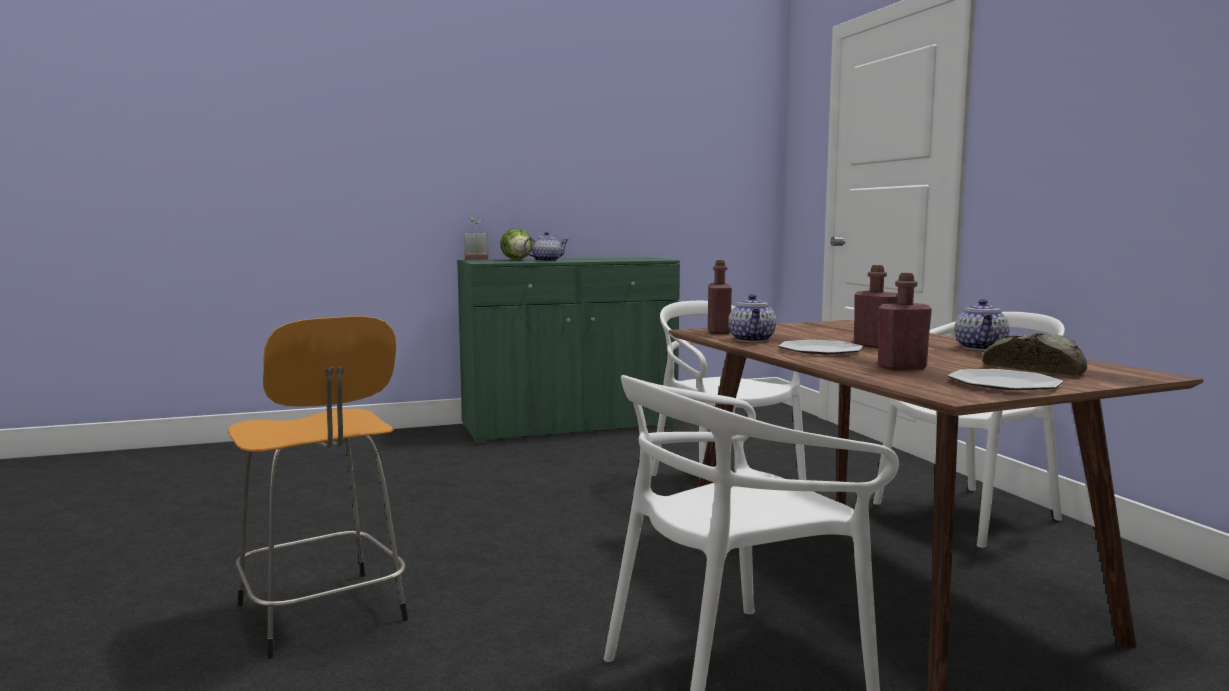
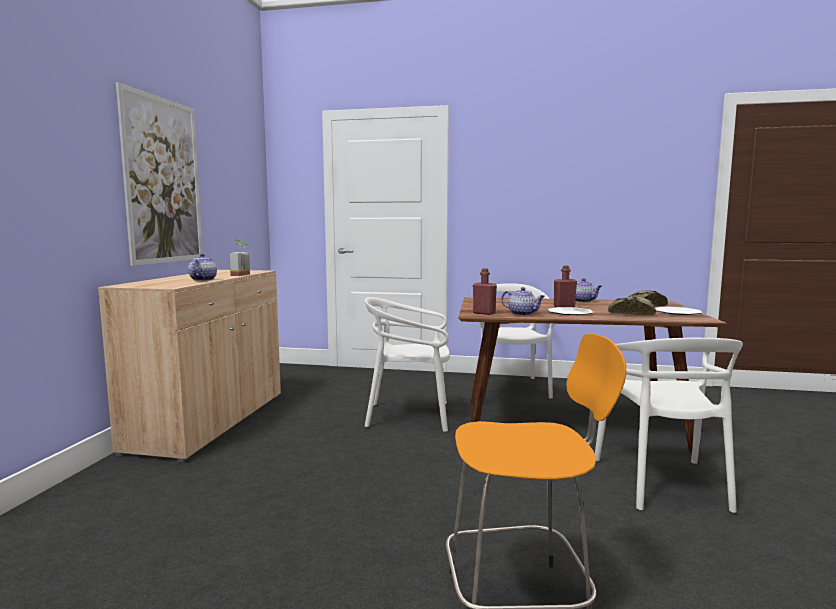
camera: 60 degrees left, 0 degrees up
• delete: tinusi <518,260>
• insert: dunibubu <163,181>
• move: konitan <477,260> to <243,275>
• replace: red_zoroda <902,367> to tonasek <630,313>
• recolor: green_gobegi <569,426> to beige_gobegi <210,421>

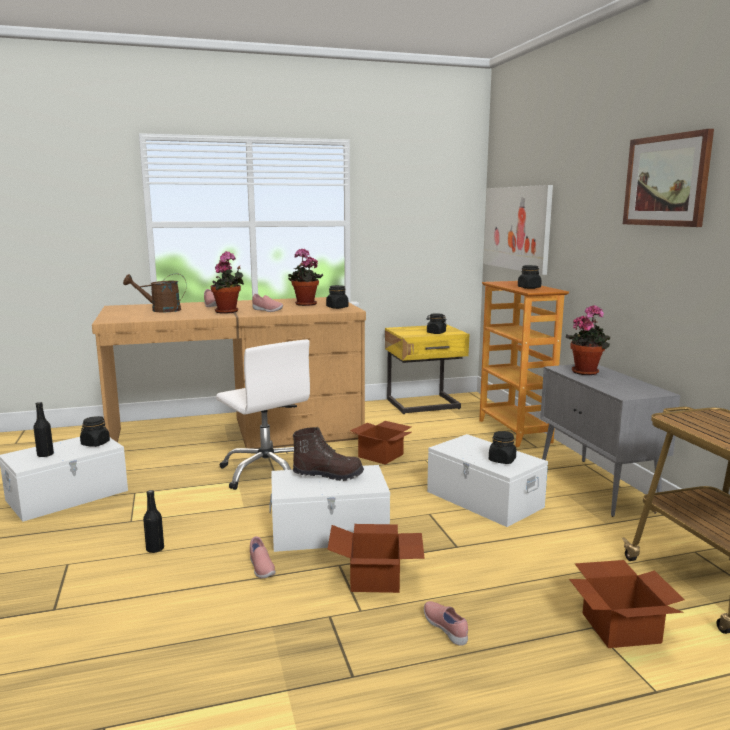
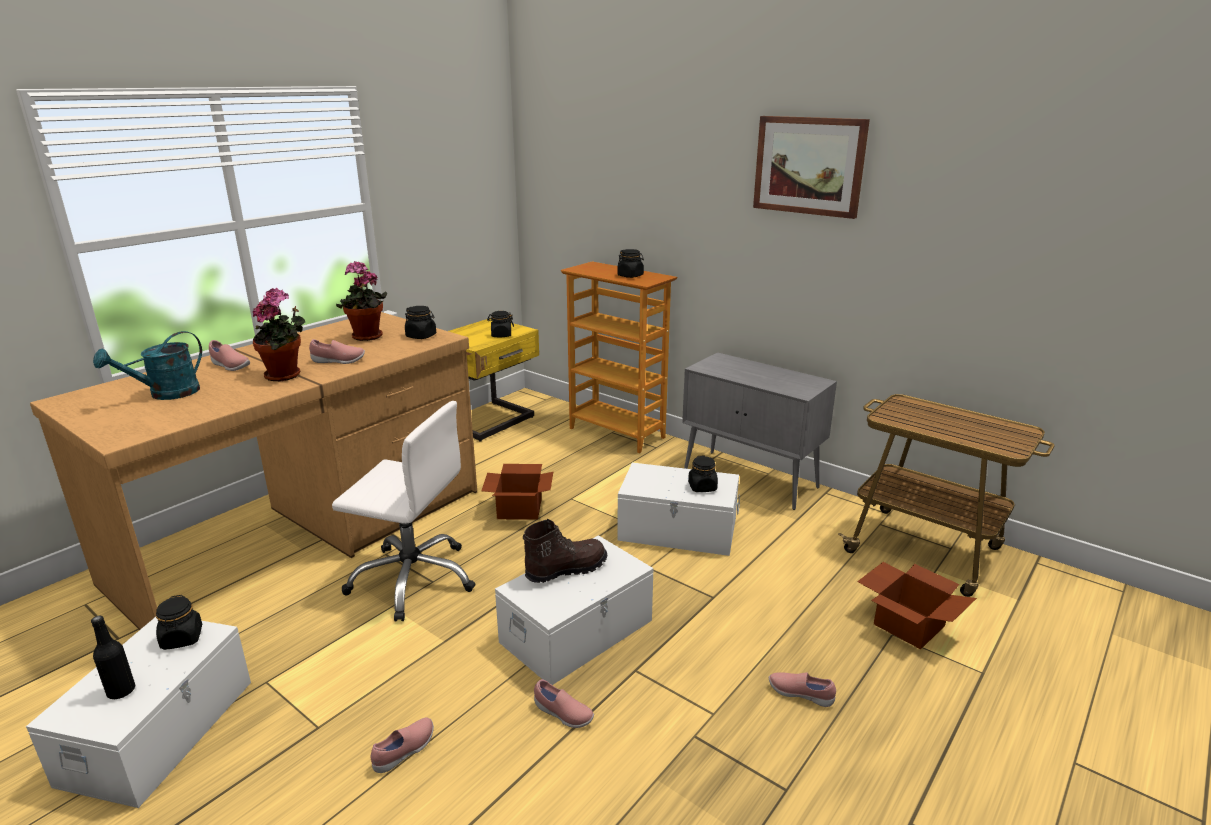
camera: 35 degrees left, 10 degrees up
• delete: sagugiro <377,578>
• delete: dunibubu <517,228>
• delete: konitan <586,372>
• replace: black_zoroda <155,549> to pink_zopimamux <405,751>
• recolor: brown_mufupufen <160,310> to turquoise_mufupufen <166,394>

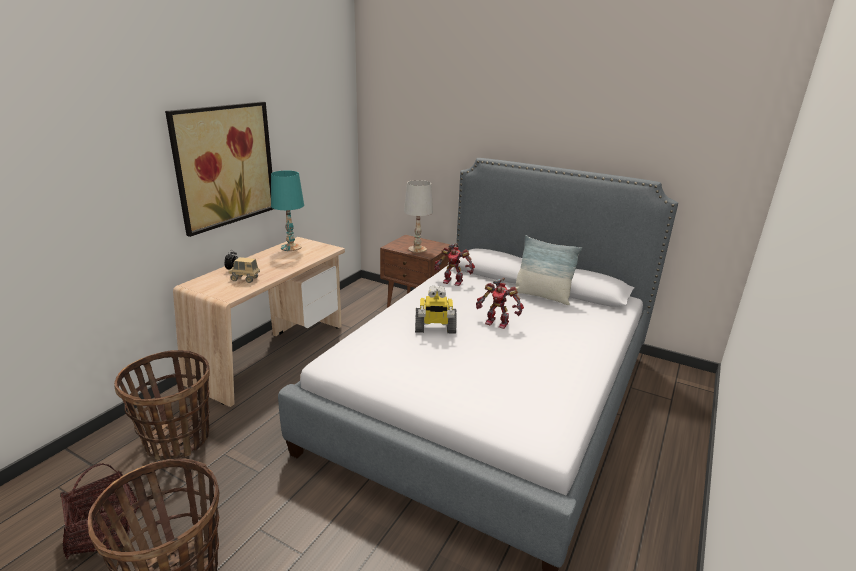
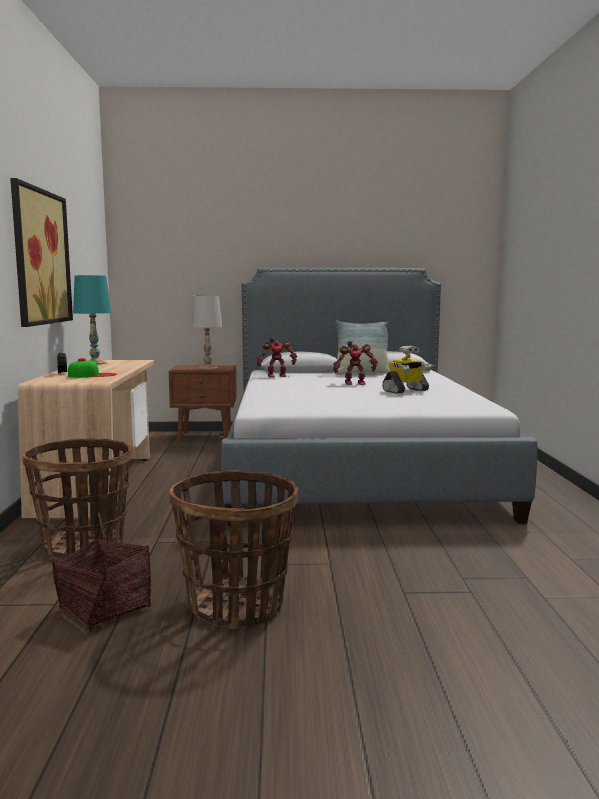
camera: 30 degrees left, 15 degrees down
• move: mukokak <435,328> to <405,391>
• replace: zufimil <245,279> to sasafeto <92,375>

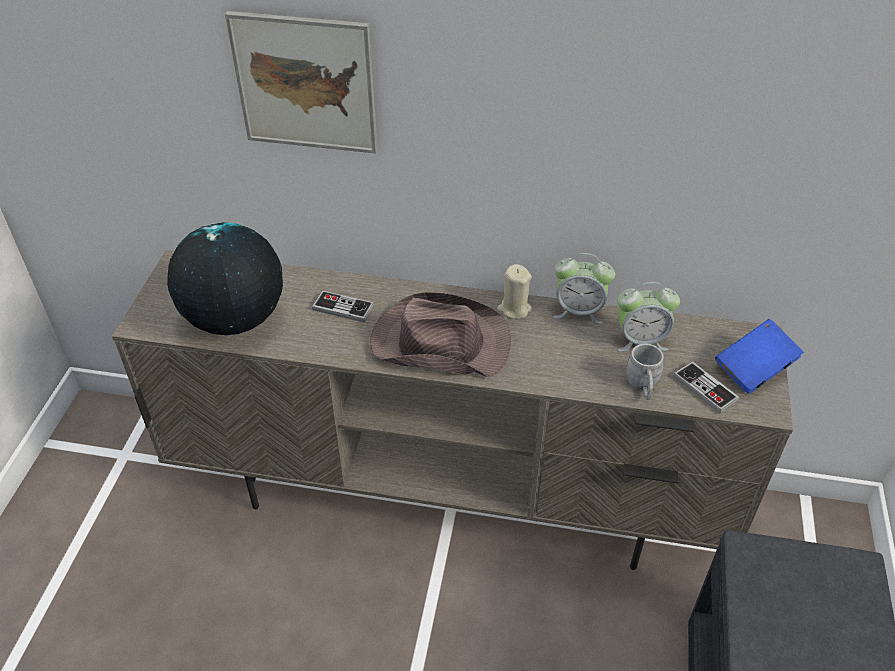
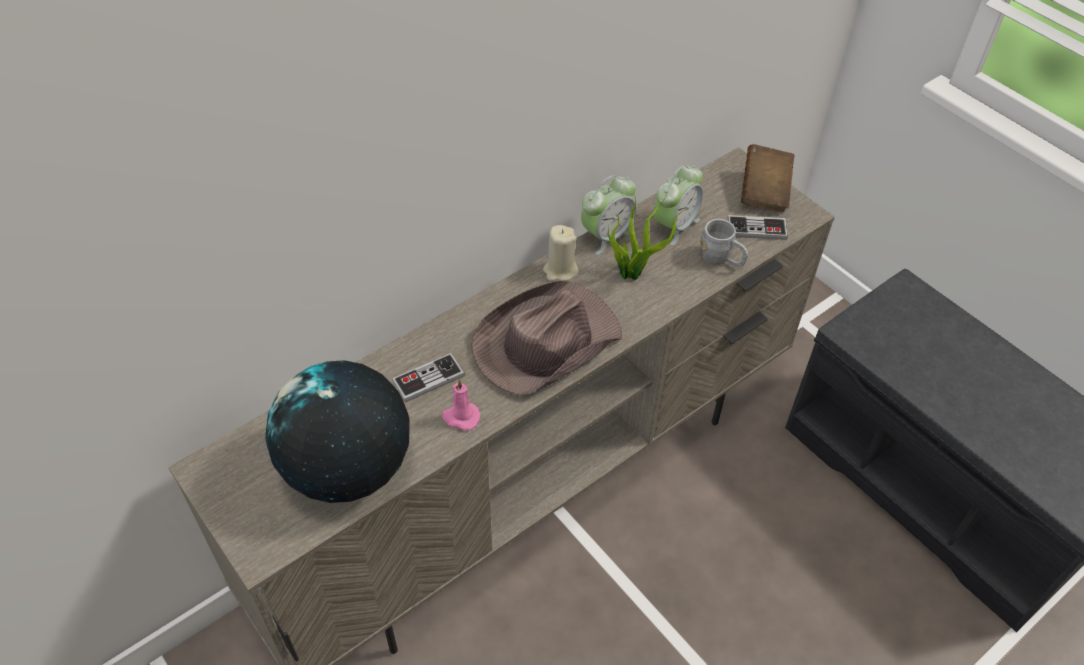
camera: 50 degrees left, 5 degrees up
• delete: dunibubu <305,83>
• insert: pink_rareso <460,417>
• insert: konitan <633,273>
• recolor: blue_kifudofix <754,369> to brown_kifudofix <764,191>

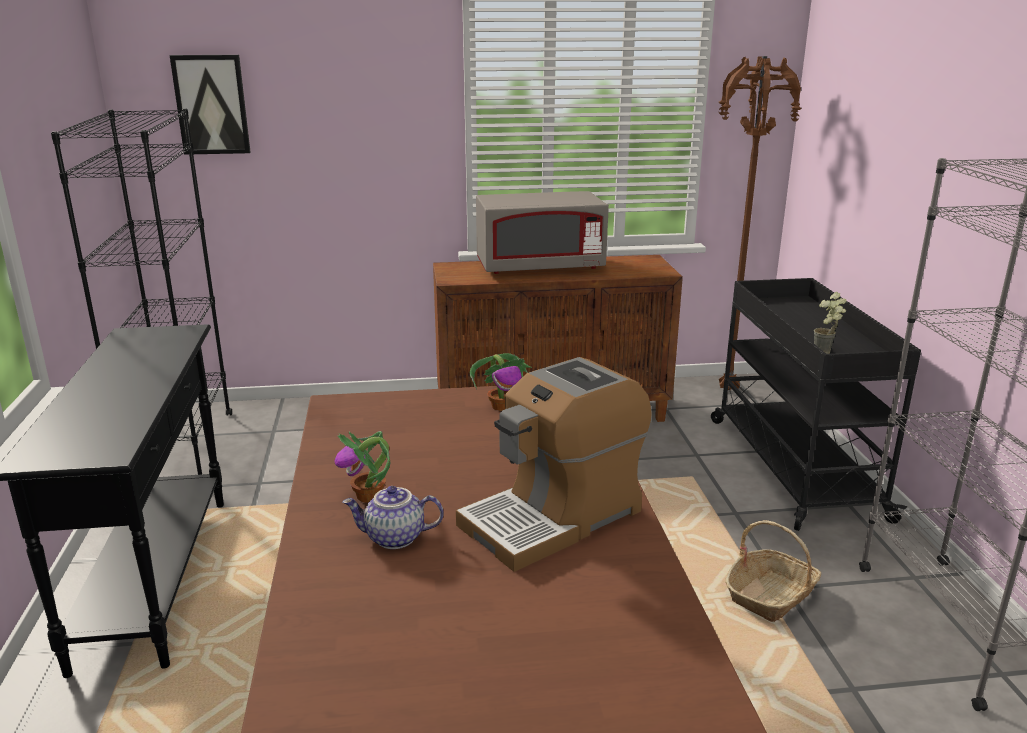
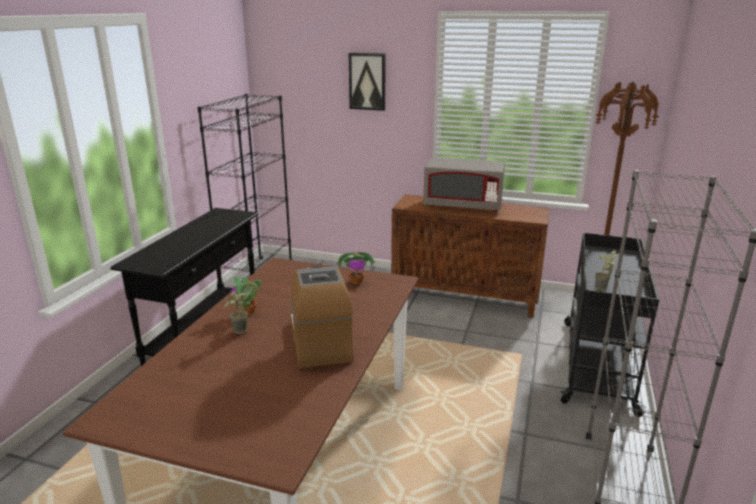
camera: 25 degrees right, 0 degrees up
• delete: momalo <771,595>
• move: dunibubu <211,104> to <367,81>
• replace: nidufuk <394,538> to konitan <239,333>
• rotate: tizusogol <553,517> = <320,342> 90 degrees clockwise

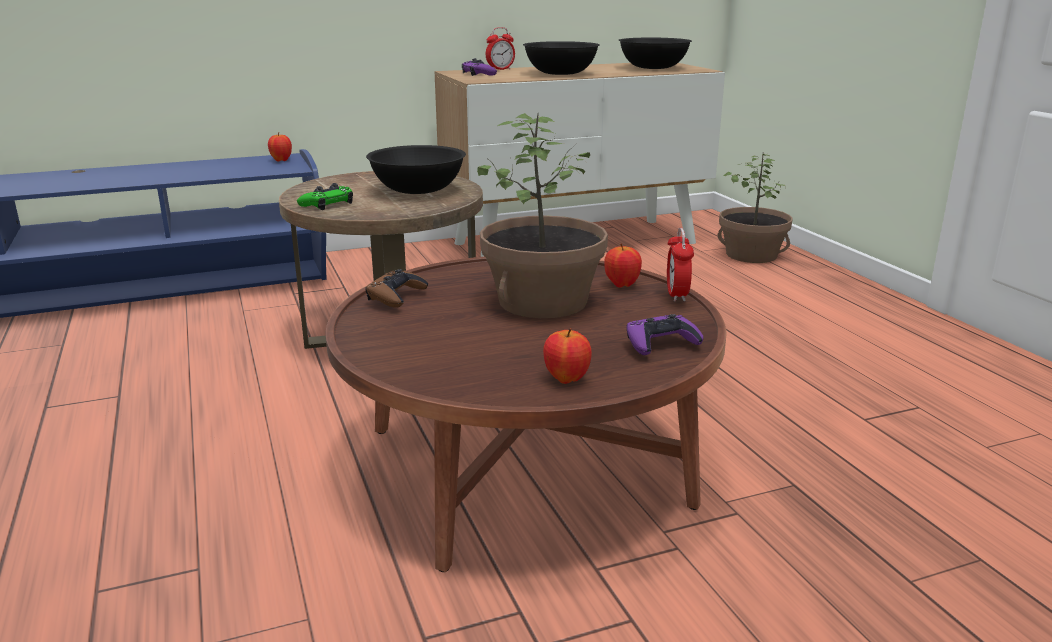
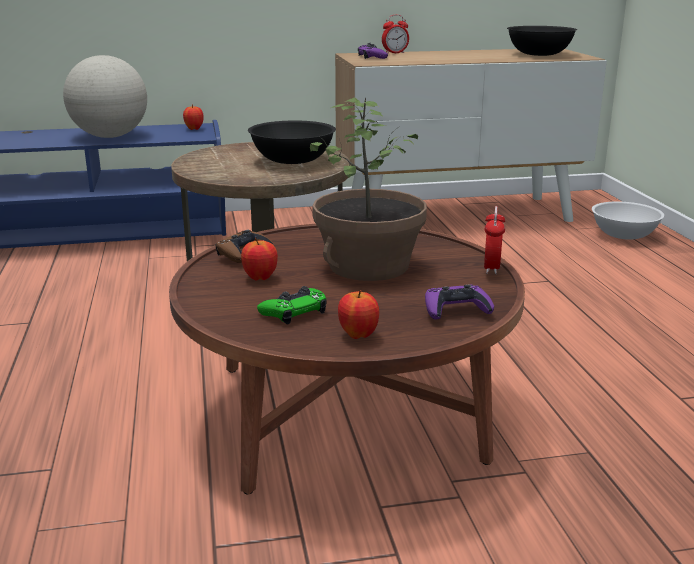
camera: 10 degrees right, 0 degrees up
• delete: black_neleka <561,73>
• insert: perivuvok <110,136>
• move: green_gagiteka <327,204> to <294,311>
• move: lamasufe <622,285> to <260,278>
• replace: konitan <752,255> to white_neleka <624,235>

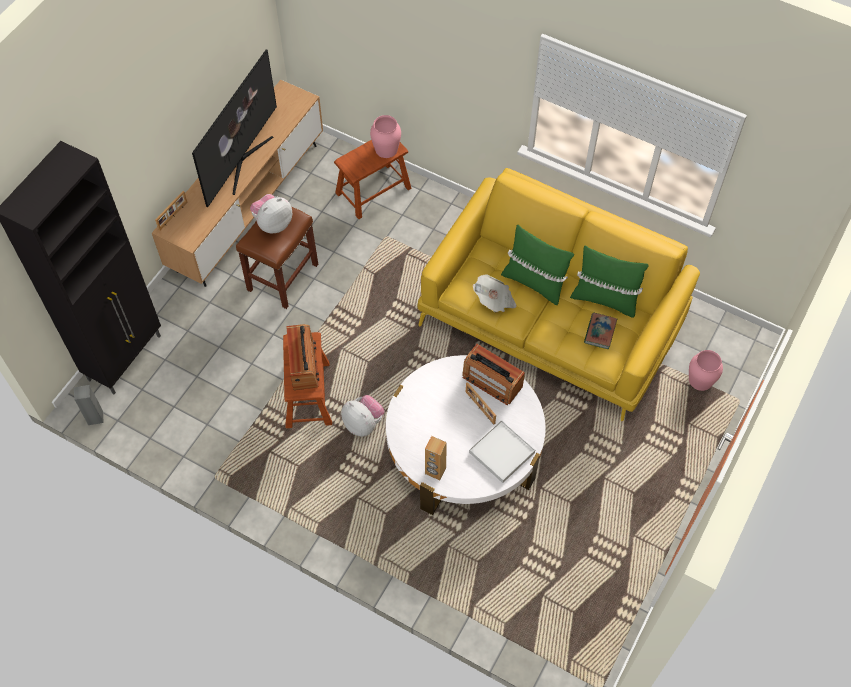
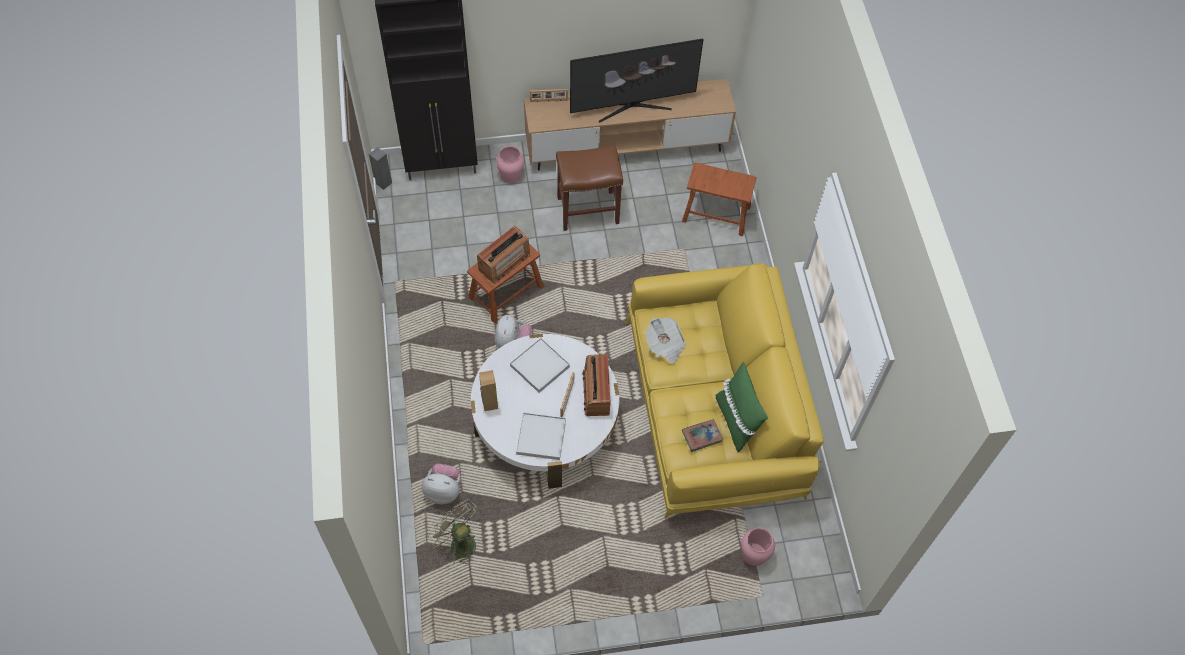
camera: 50 degrees right, 0 degrees up
• delete: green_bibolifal <534,282>
• insert: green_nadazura <458,542>
• insert: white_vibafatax <539,366>
• move: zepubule <273,223> to <443,490>
• move: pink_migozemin <386,149> to <511,175>

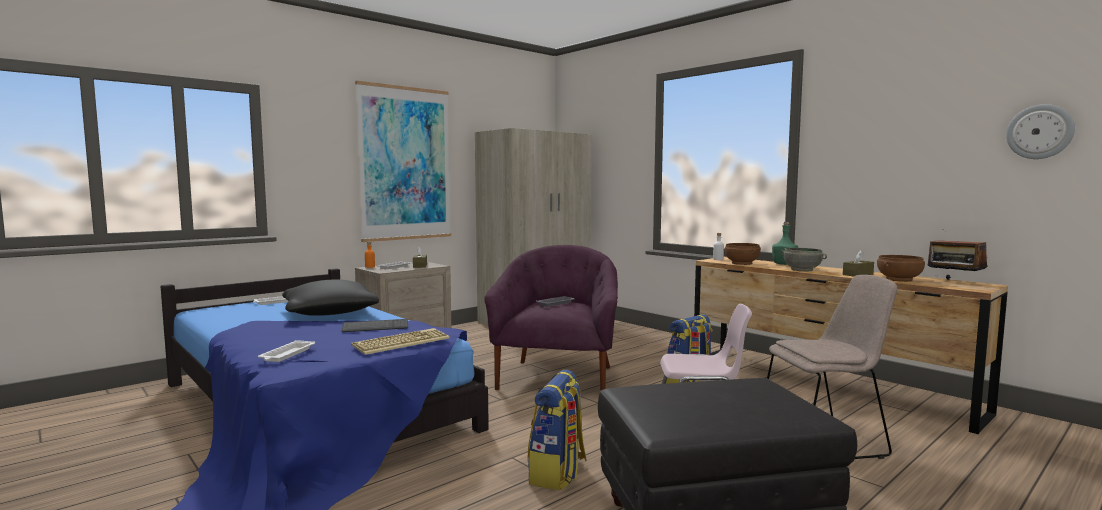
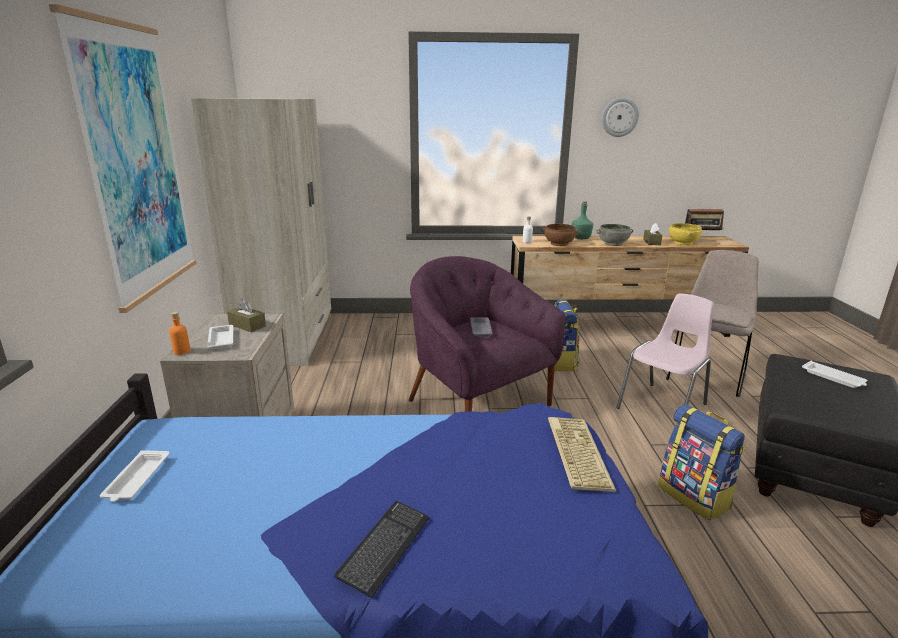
camera: 50 degrees left, 15 degrees up
• delete: black_bibolifal <329,313>
• move: white_vibafatax <287,355> to <833,378>
• move: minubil <375,327> to <385,547>
• move: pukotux <1039,132> to <619,117>
• recolor: brown_neleka <899,280> to yellow_neleka <683,243>

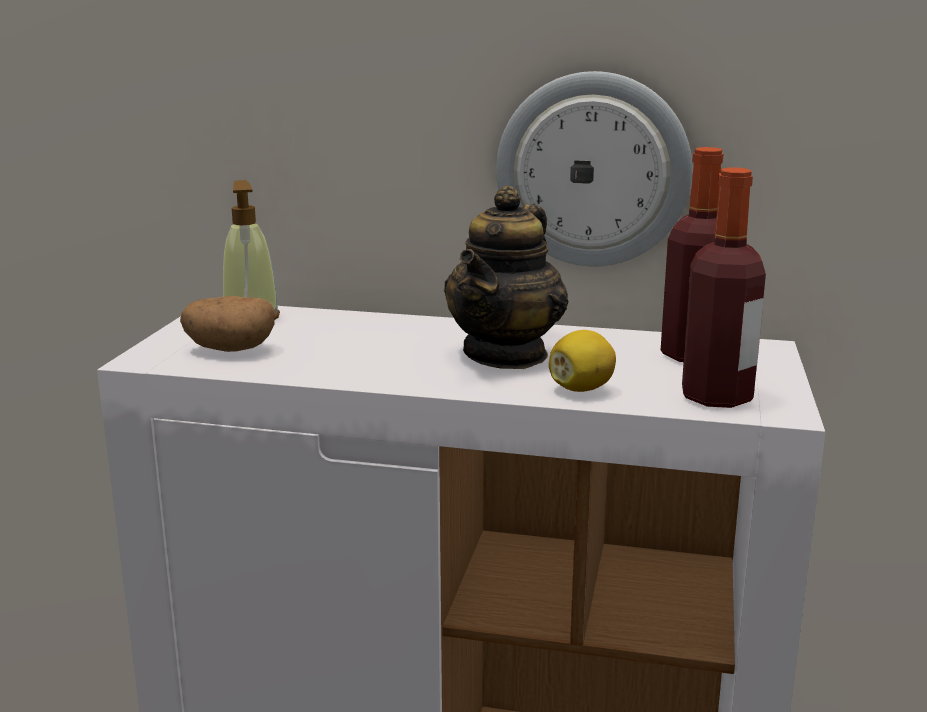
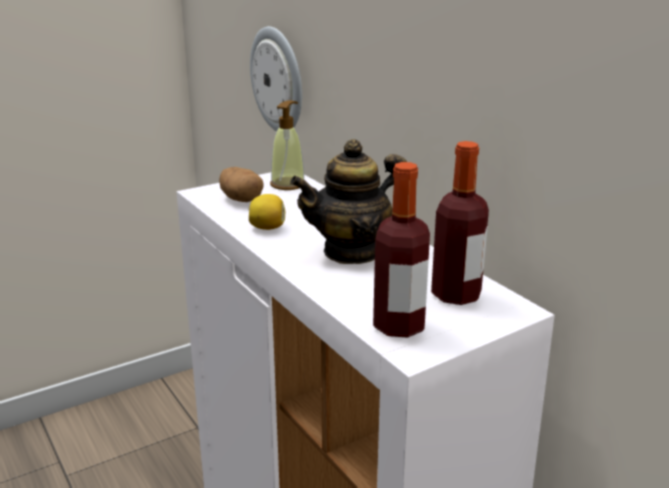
camera: 45 degrees right, 5 degrees up
• move: pukotux <593,170> to <278,80>
• move: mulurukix <581,388> to <267,228>

